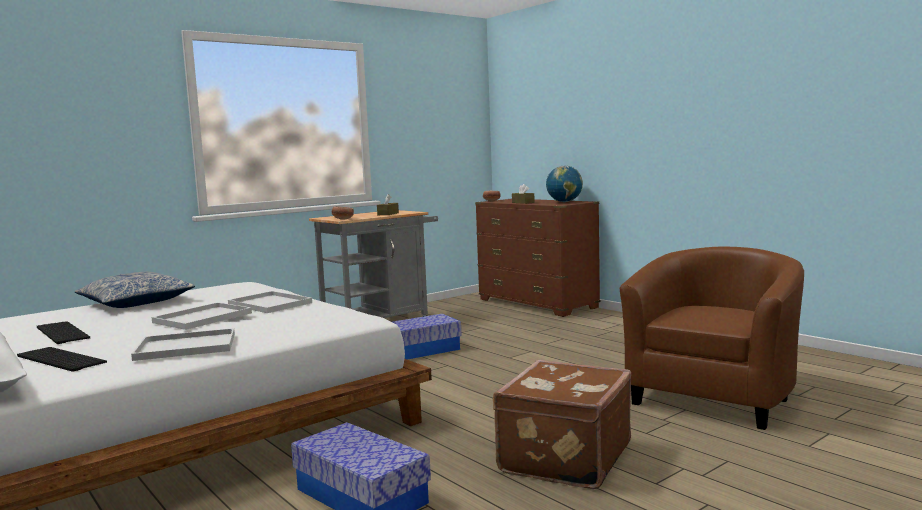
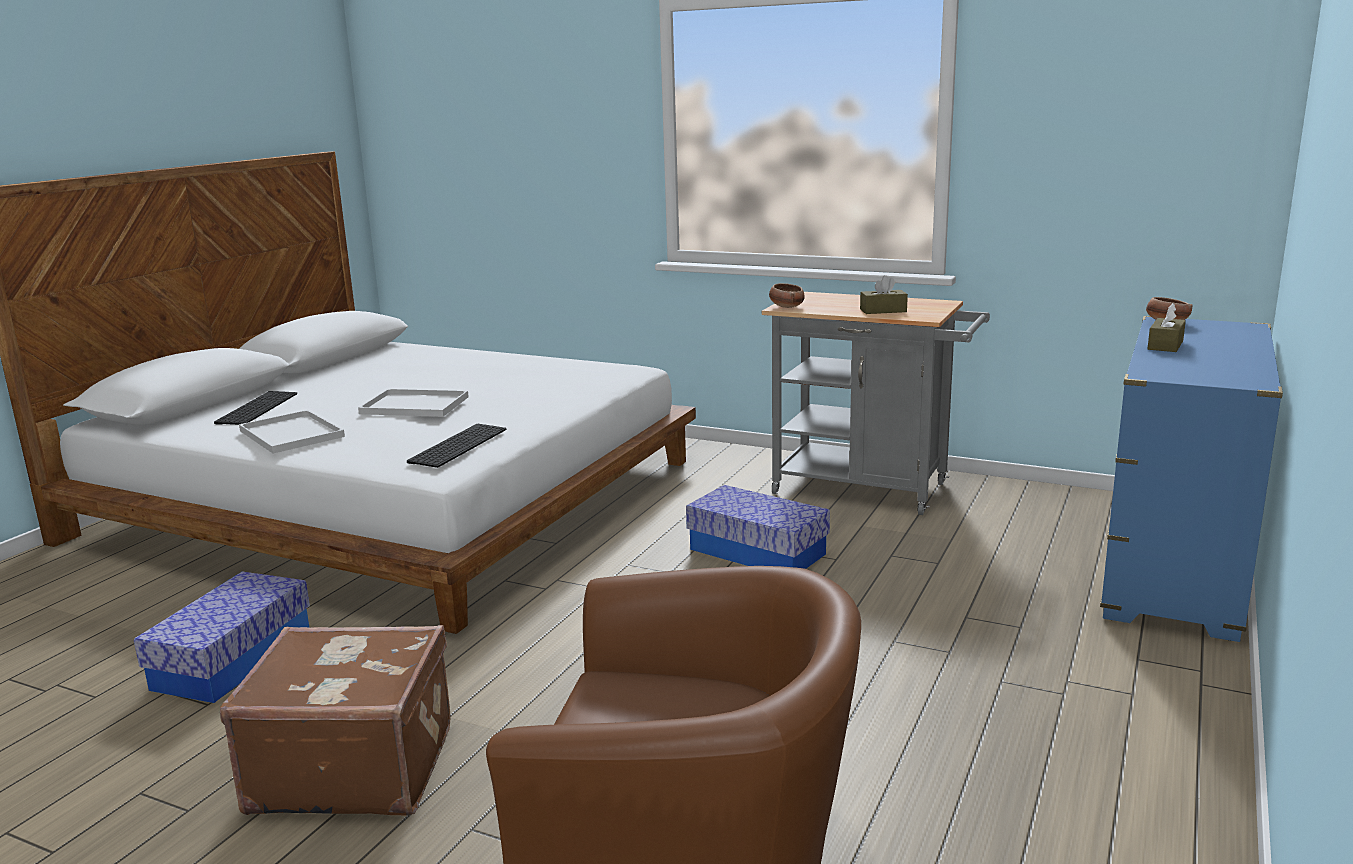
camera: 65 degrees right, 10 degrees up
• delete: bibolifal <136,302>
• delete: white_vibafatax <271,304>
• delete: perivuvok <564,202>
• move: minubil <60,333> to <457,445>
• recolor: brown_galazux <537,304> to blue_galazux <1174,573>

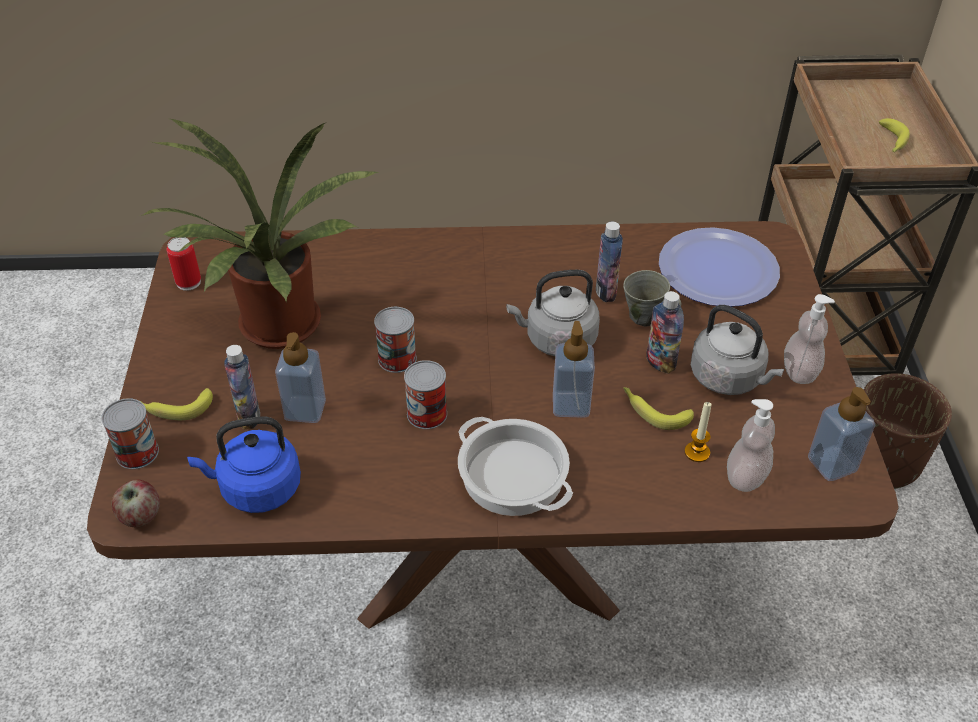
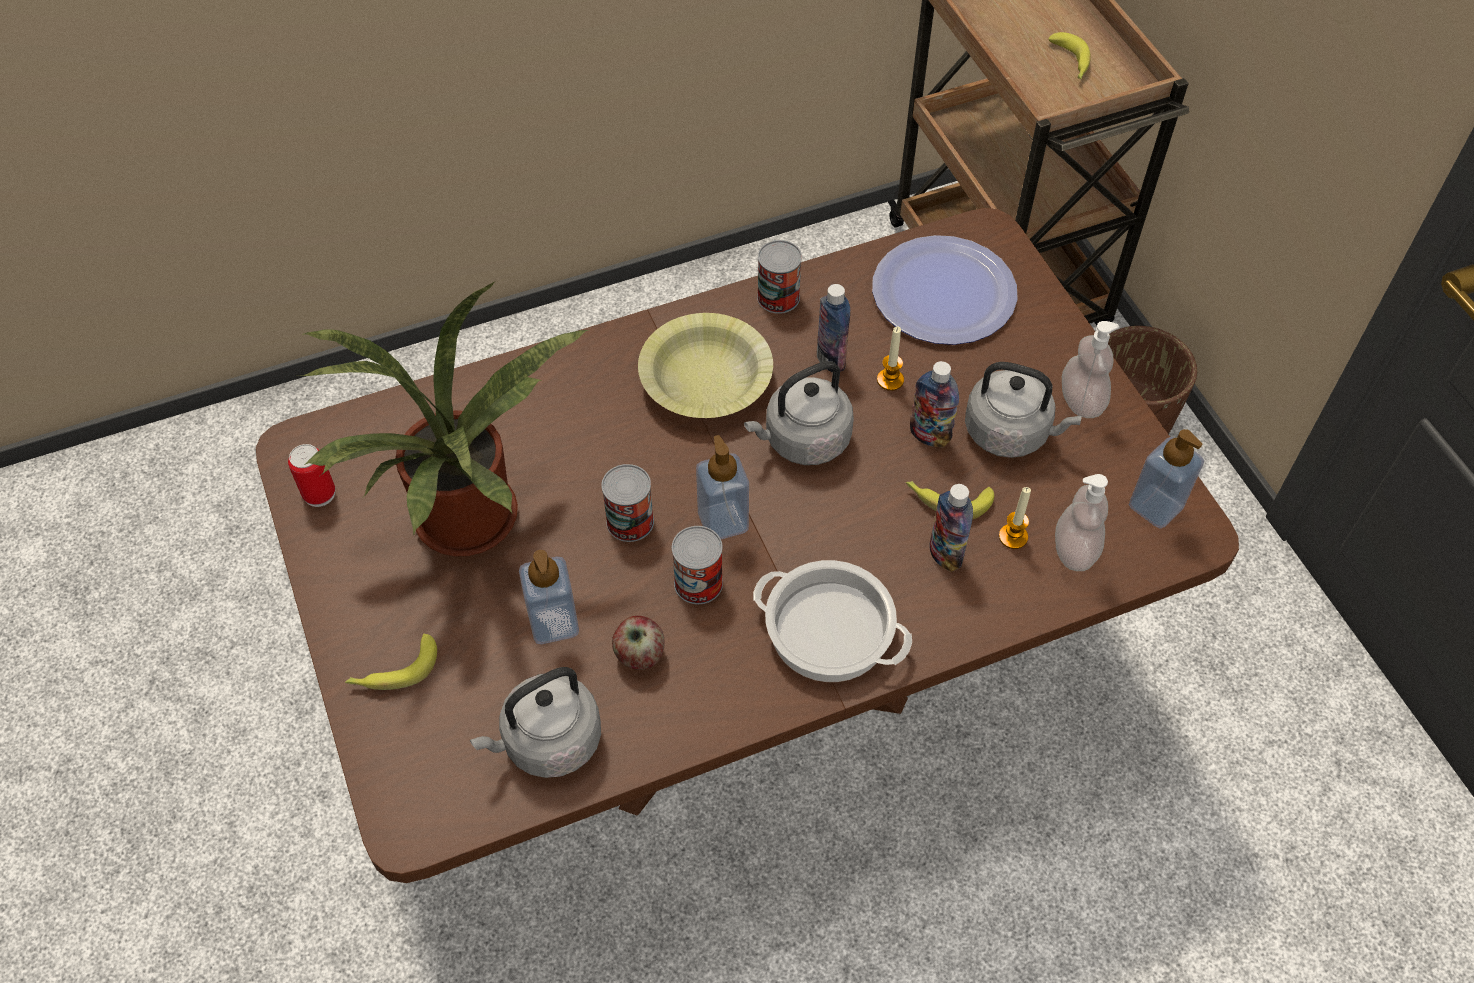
camera: 20 degrees left, 10 degrees up
• insert: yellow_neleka <706,380>
• move: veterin <137,453> to <778,297>
• move: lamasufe <140,516> to <639,655>
• move: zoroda <249,416> to <945,554>
• move: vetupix <571,405> to <723,521>
• replace: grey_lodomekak <646,317> to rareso <890,380>
• recolor: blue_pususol <256,489> to grey_pususol <547,742>

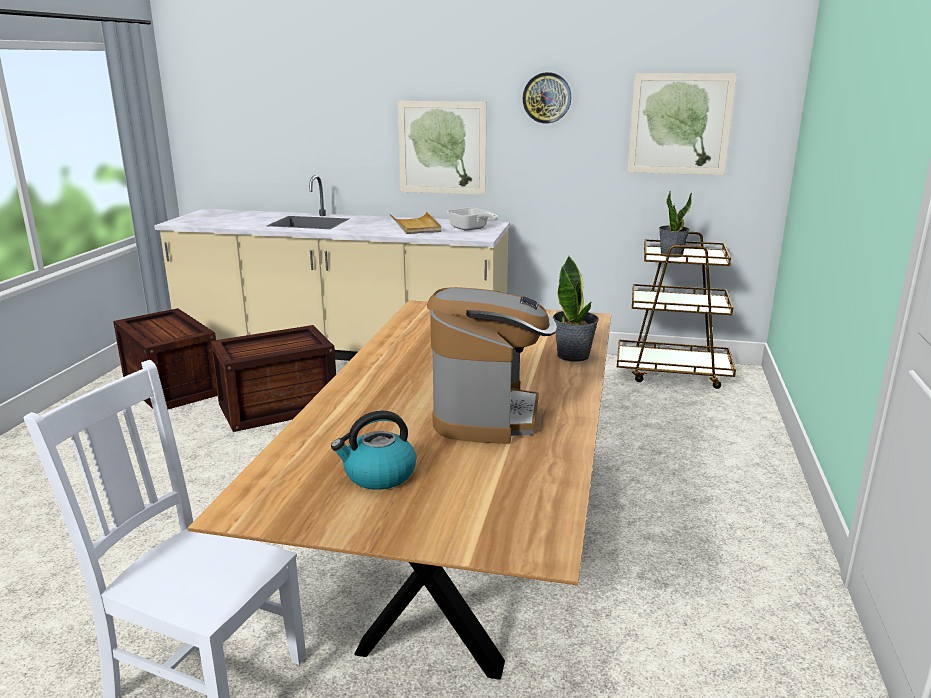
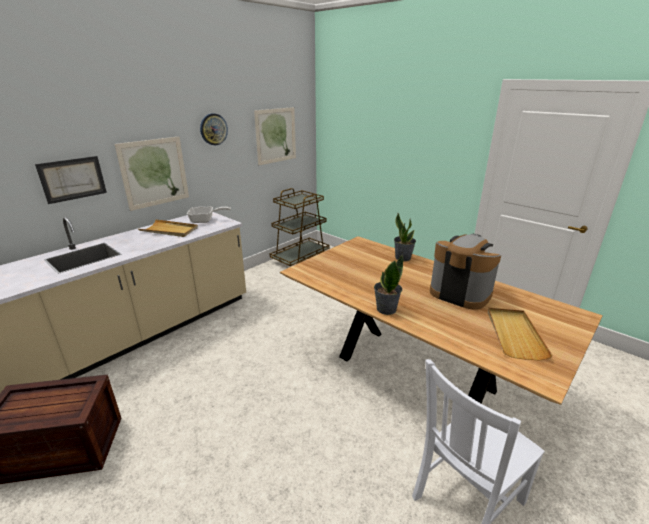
camera: 60 degrees left, 5 degrees up
• delete: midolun <280,406>
• insert: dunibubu <72,179>
• move: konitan <671,255> to <386,309>
• replace: pususol <378,475> to beige_vibafatax <514,334>

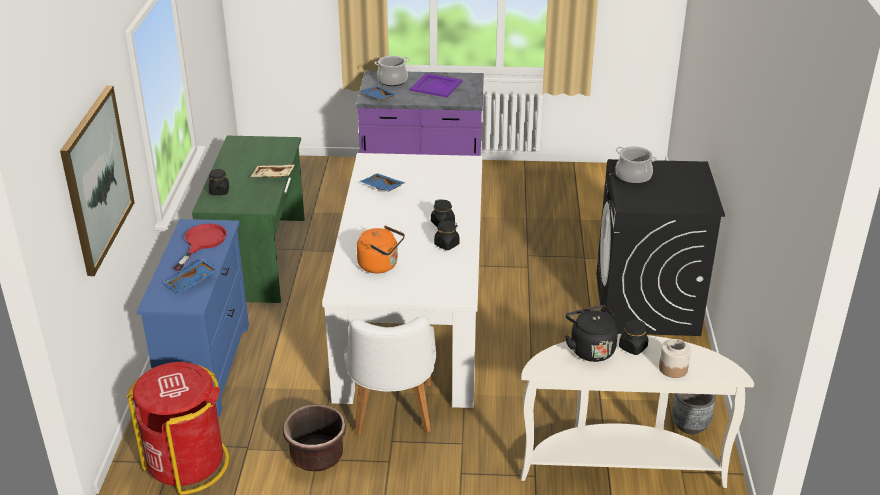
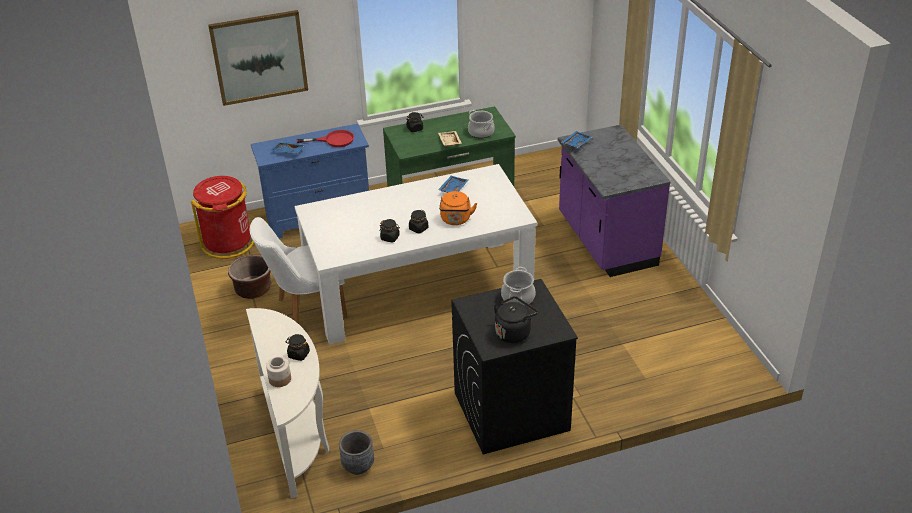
camera: 70 degrees right, 5 degrees up
• delete: purple_vibafatax <435,86>
• move: orange_pususol <380,265> to <456,220>
• move: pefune <392,80> to <481,132>
• move: black_pususol <590,349> to <514,332>

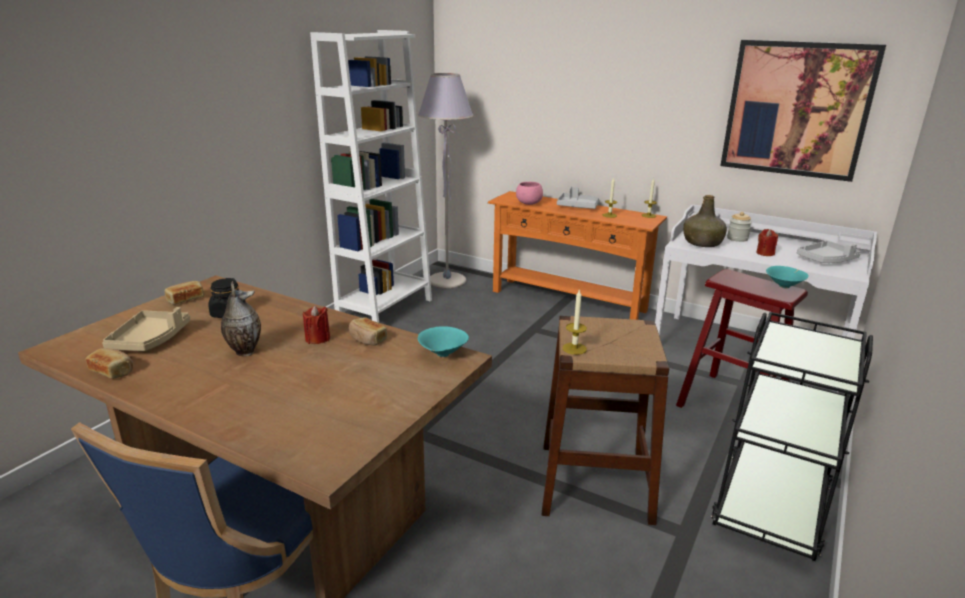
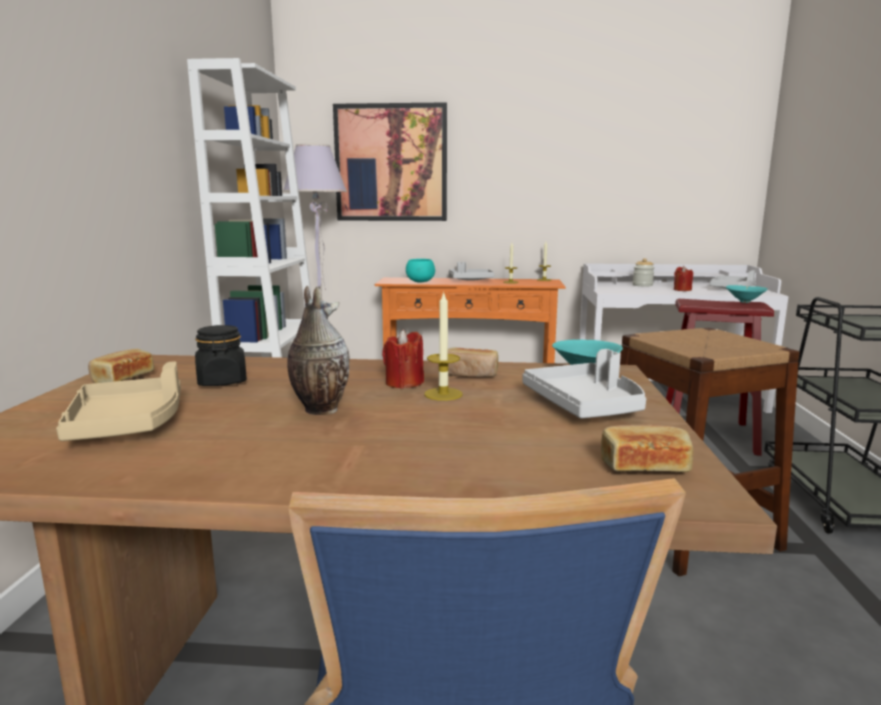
camera: 25 degrees left, 10 degrees down
• delete: green_zoroda <702,243>
• insert: grey_vibafatax <585,405>
• move: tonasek <113,371> to <644,466>
• move: rareso <574,348> to <443,394>
• move: dunibubu <797,109> to <391,163>
• recolor: pink_neleka <529,203> to turquoise_neleka <420,282>

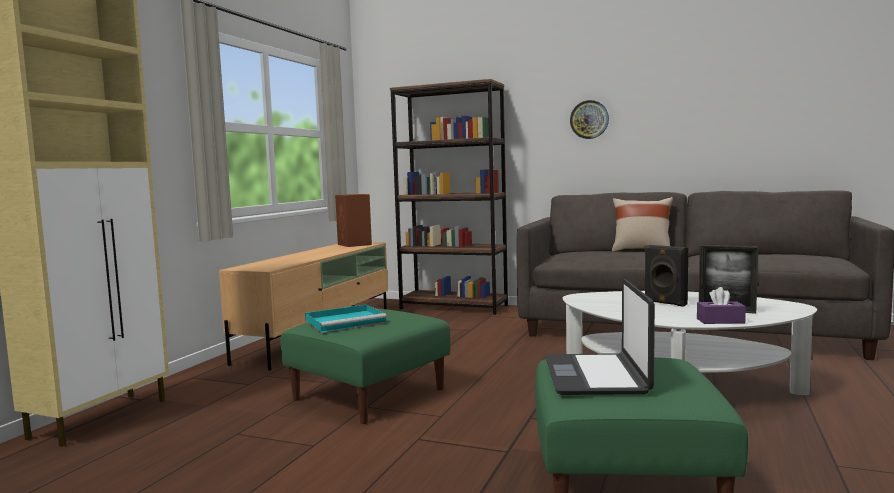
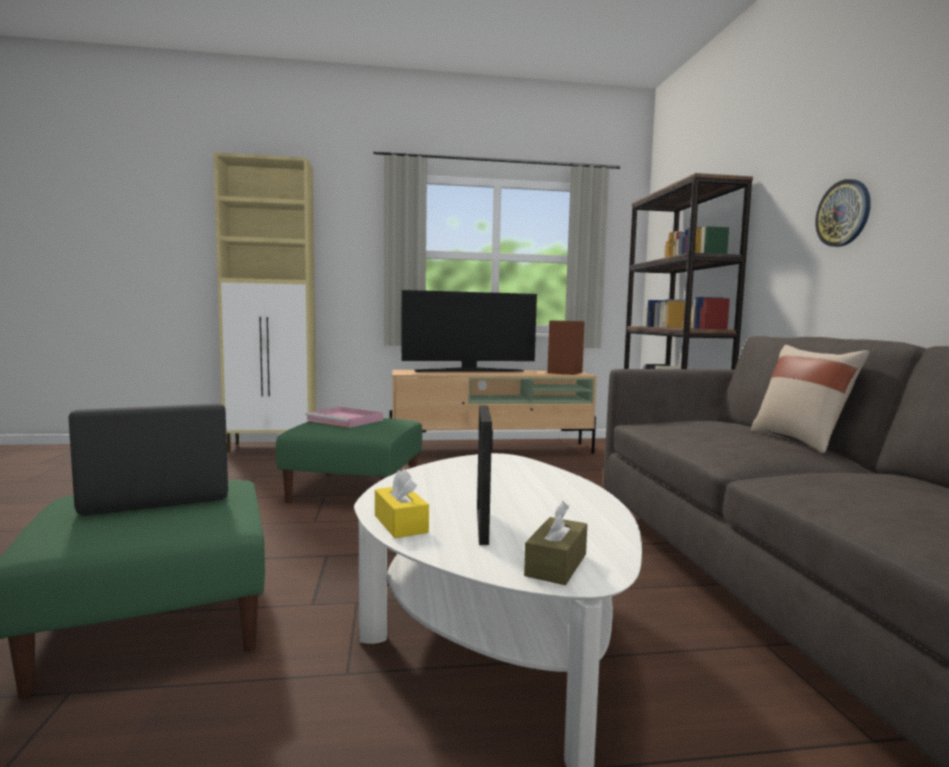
camera: 60 degrees right, 0 degrees up
• delete: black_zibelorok <664,303>
• insert: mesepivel <469,371>
• insert: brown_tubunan <556,565>
• recolor: turquoise_vibafatax <346,321> to pink_vibafatax <346,420>
• recolor: purple_tubunan <720,321> to yellow_tubunan <400,524>

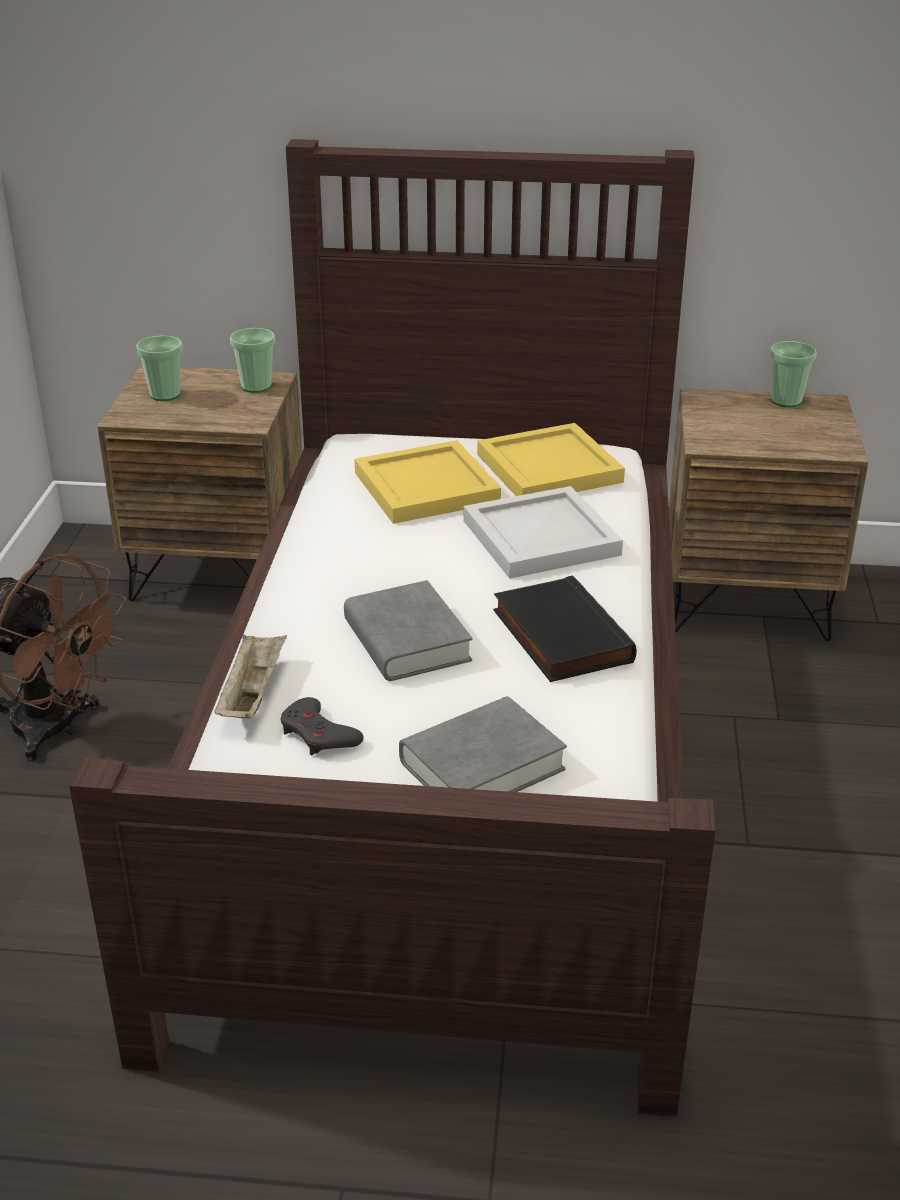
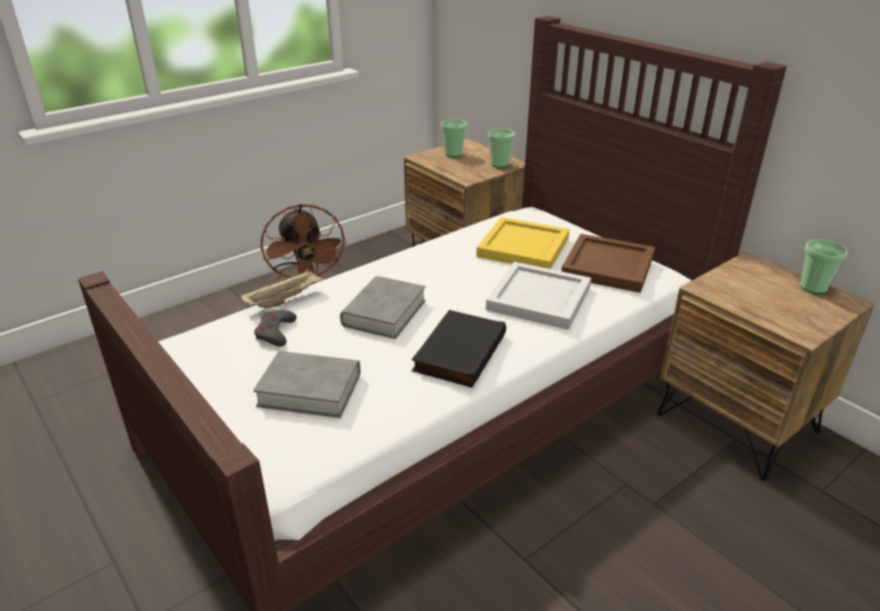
camera: 45 degrees right, 0 degrees up
• recolor: yellow_vibafatax <548,469> to brown_vibafatax <606,266>

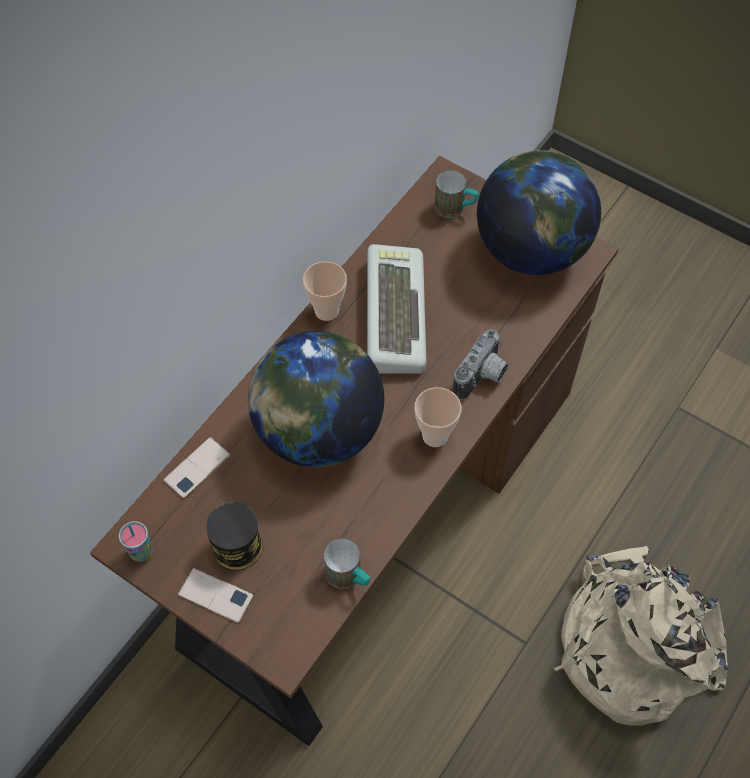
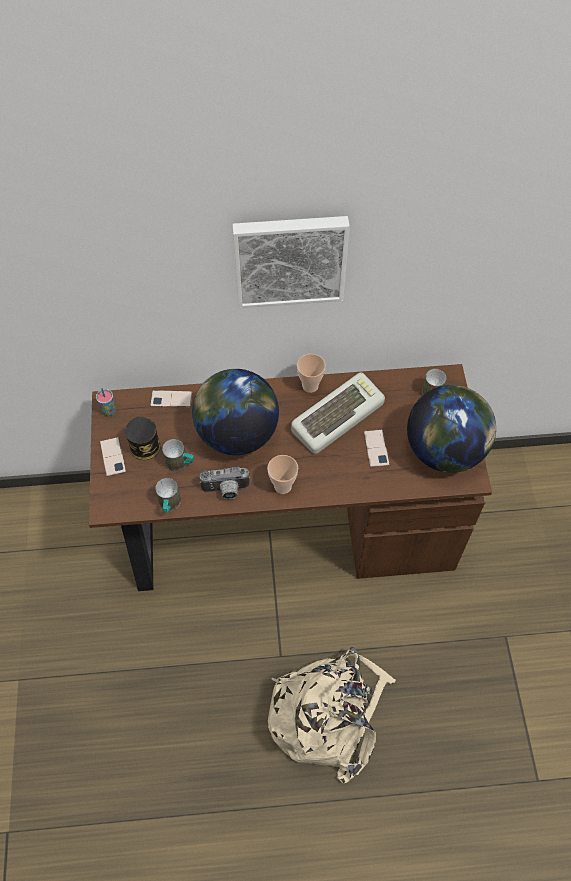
camera: 50 degrees right, 0 degrees up
• insert: lodomekak <180,464>
• insert: dunibubu <290,259>
• insert: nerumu <376,448>
• move: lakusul <482,378> to <226,491>

